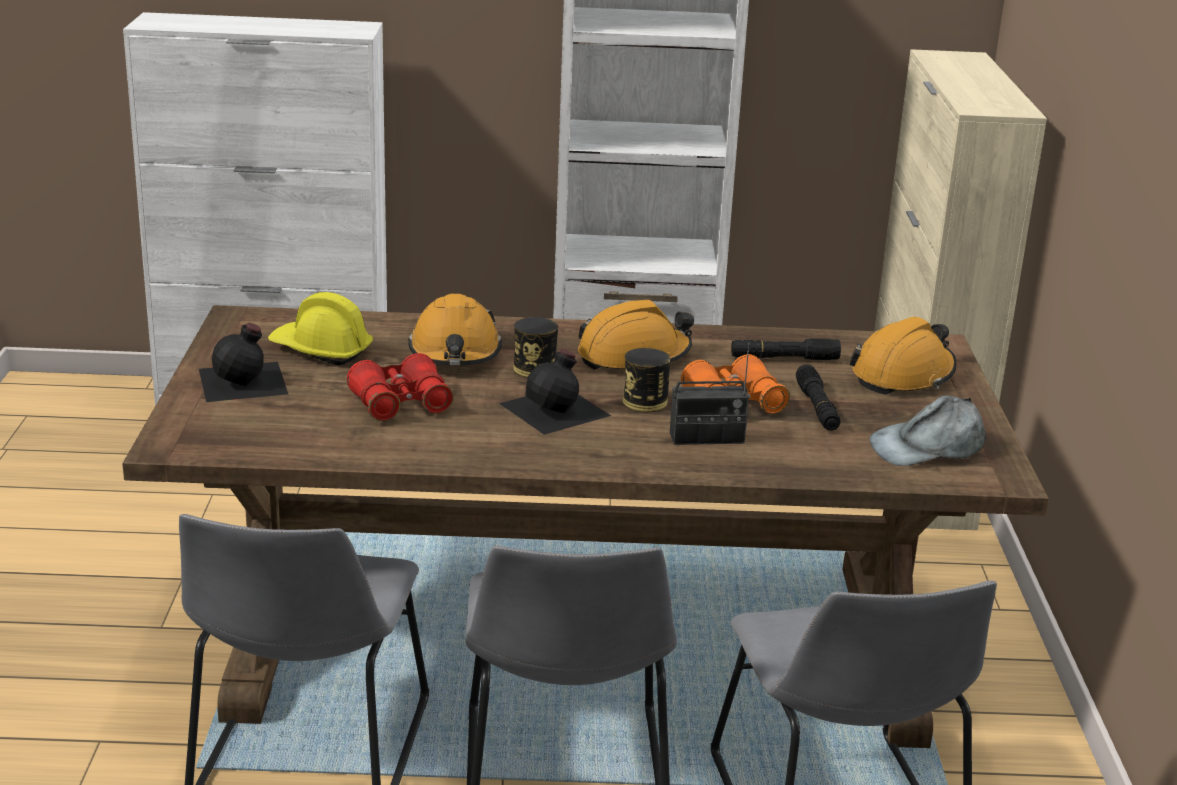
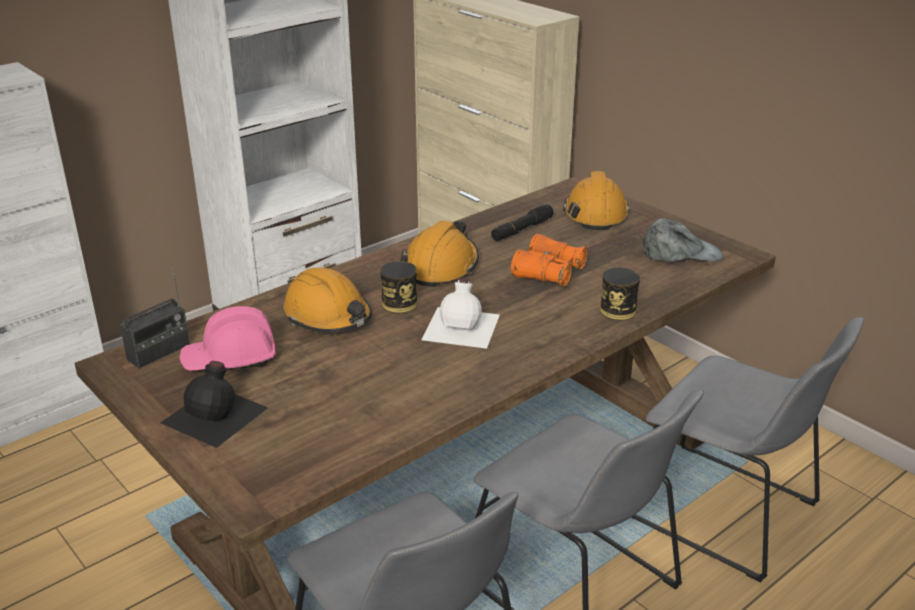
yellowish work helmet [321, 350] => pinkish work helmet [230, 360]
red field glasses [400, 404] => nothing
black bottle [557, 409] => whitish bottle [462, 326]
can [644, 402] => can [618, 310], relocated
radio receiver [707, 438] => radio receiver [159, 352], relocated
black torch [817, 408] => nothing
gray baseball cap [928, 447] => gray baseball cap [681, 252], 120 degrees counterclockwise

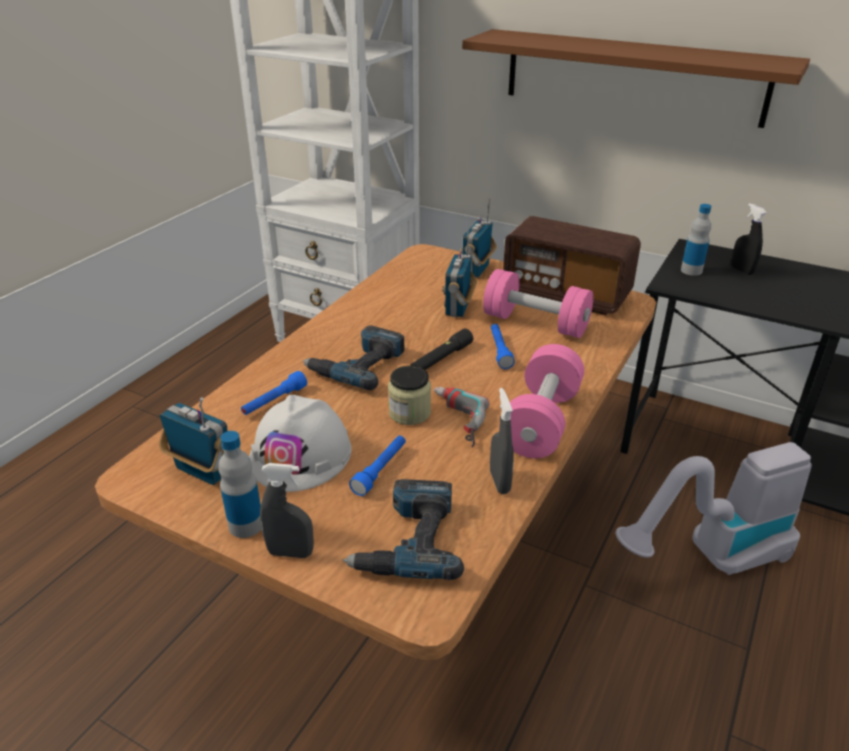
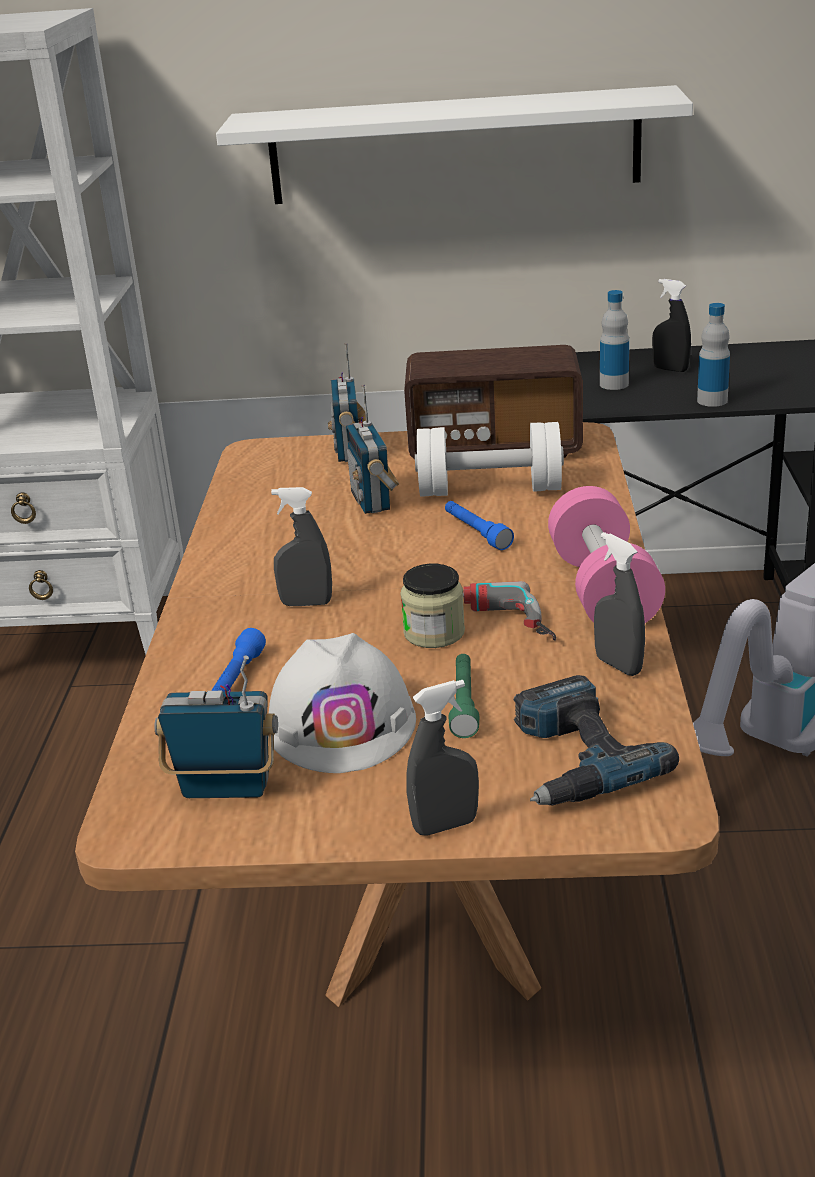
bottle [246, 525] => bottle [712, 401], relocated
electric drill [358, 365] => gray hand sprayer [306, 603]
bluish torch [380, 470] => green-coloured torch [464, 704]
black torch [441, 359] => nothing
brownish wall shelf [632, 77] => whitish wall shelf [454, 146]
pinkish free weight [536, 323] => whitish free weight [490, 490]

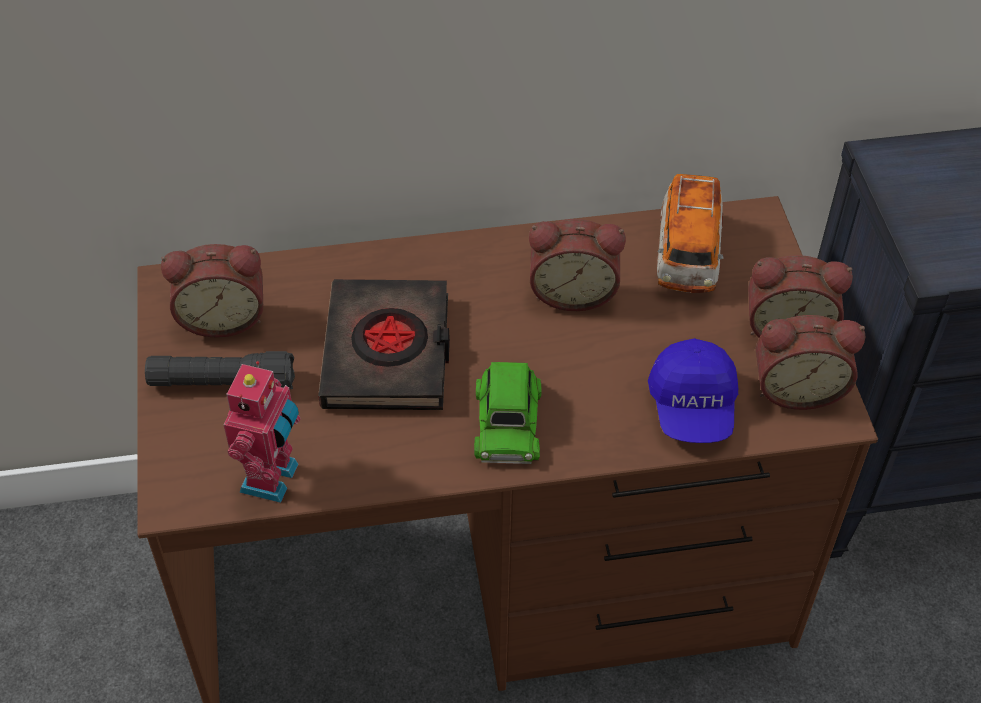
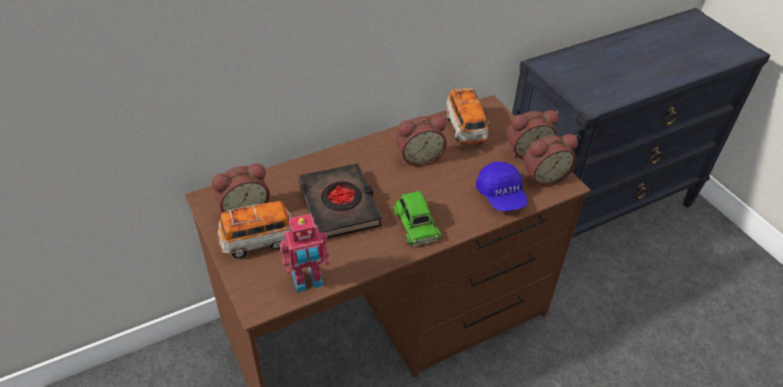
black torch [222, 383] => model car [258, 241]
toy robot [273, 479] => toy robot [308, 281], 75 degrees clockwise

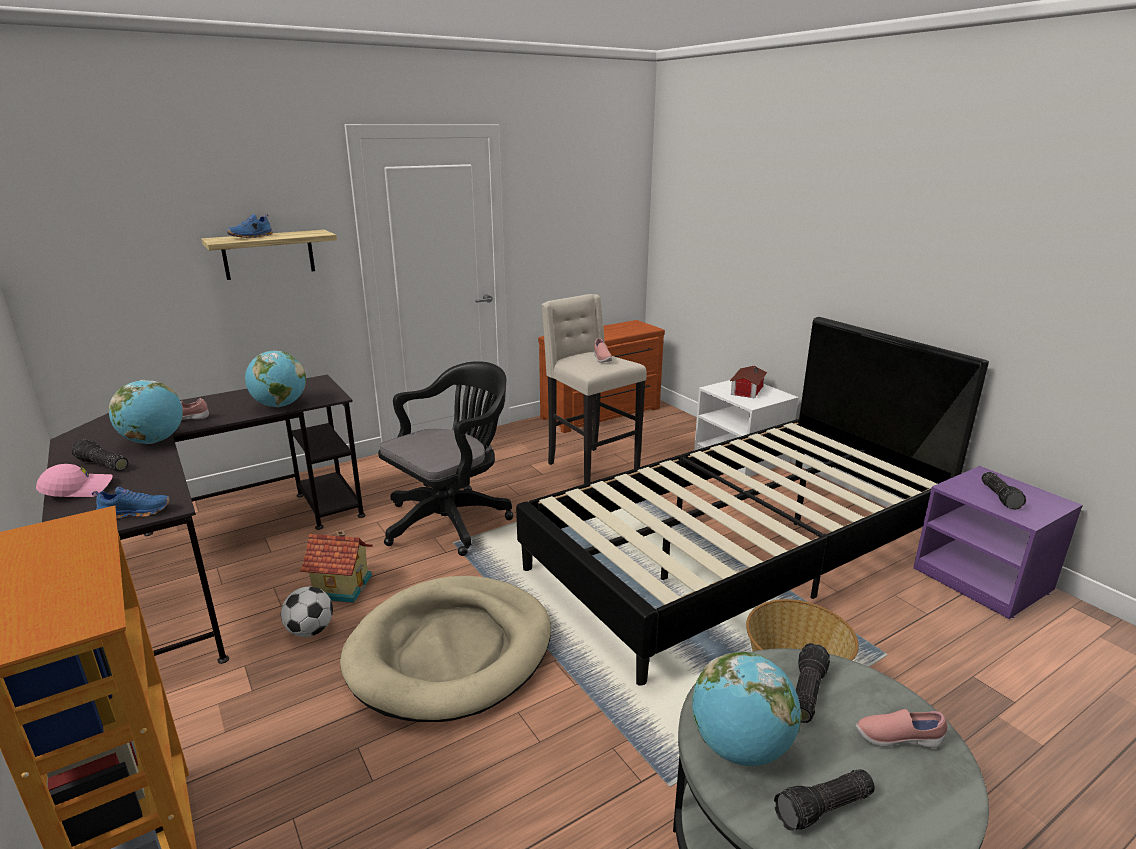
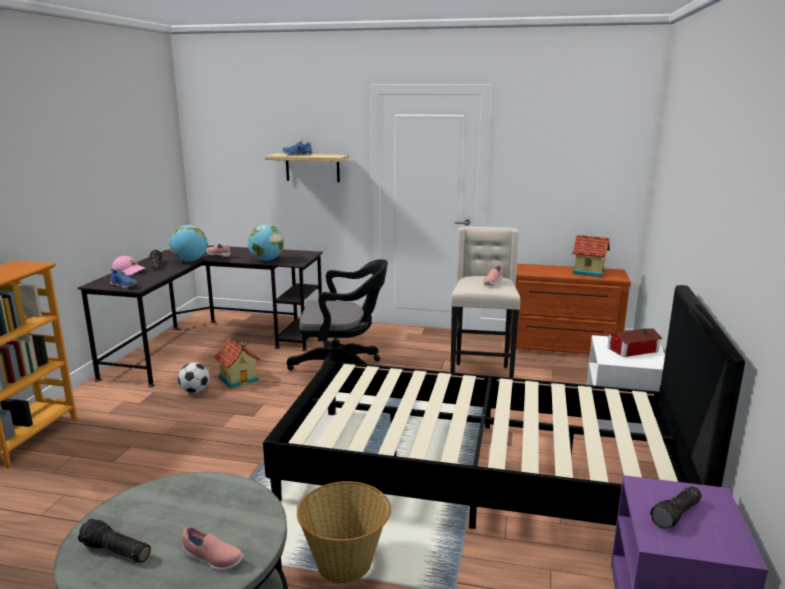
beige pet bed [451, 651] => nothing
desk globe [740, 747] => nothing
torch [805, 691] => nothing
pinkish shoe [897, 738] => pinkish shoe [212, 560], 150 degrees clockwise
nothing => miniature house [589, 271]

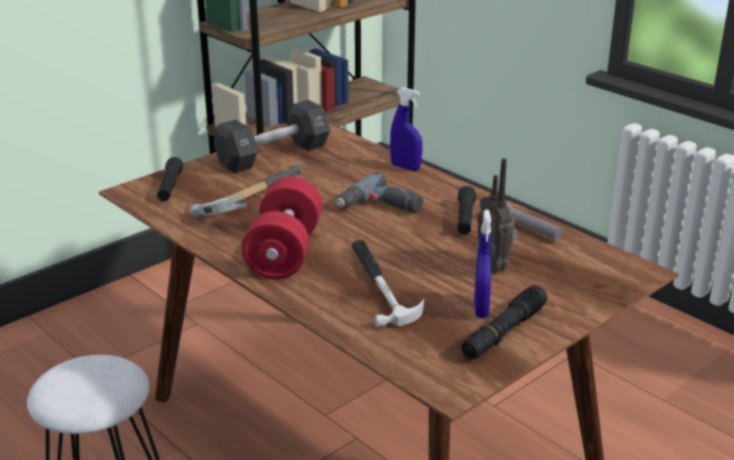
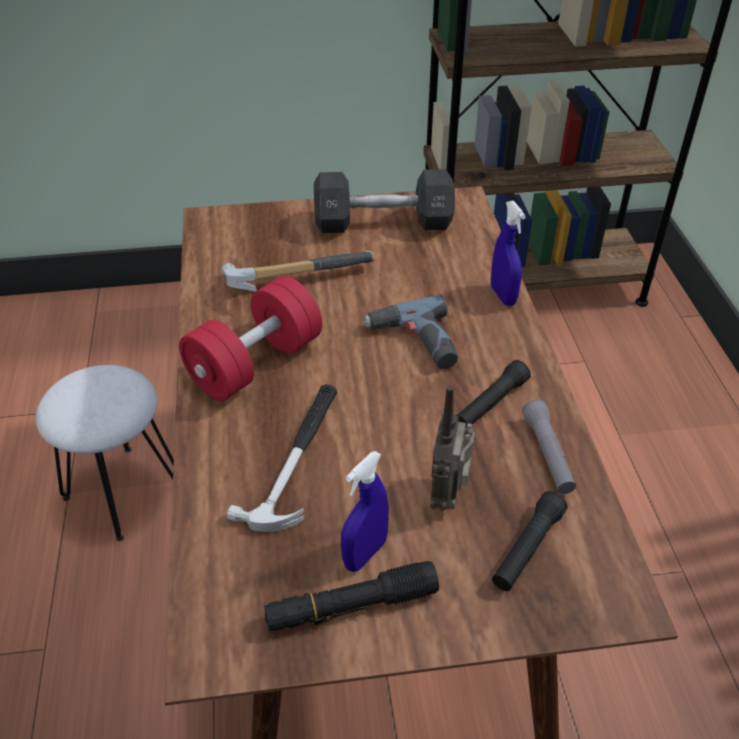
black torch [170, 187] => black torch [527, 549], relocated

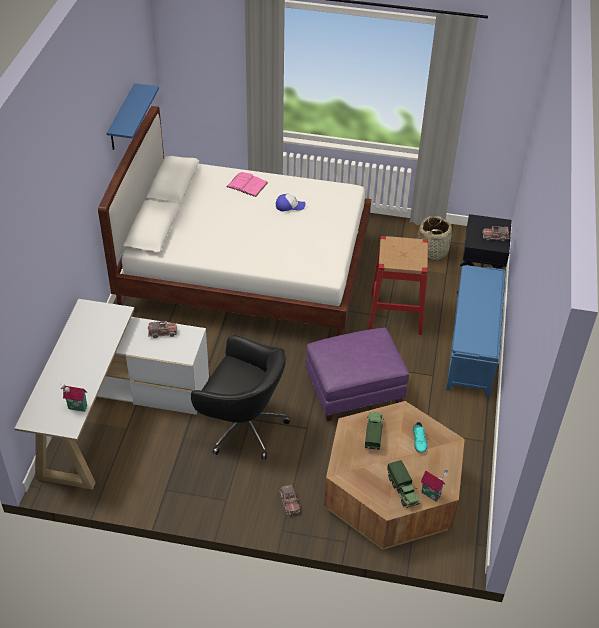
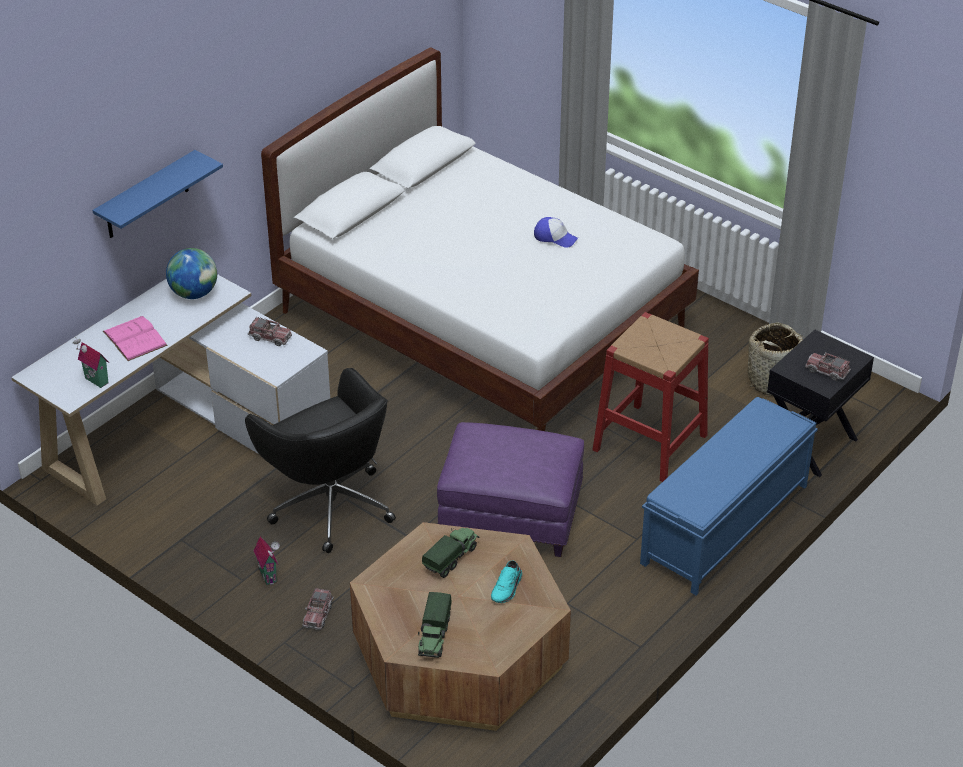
bluish wall shelf [122, 118] => bluish wall shelf [147, 196], relocated
pinkish volume [247, 184] => pinkish volume [135, 338], relocated
miniature house [431, 493] => miniature house [269, 575], relocated
nothing => desk globe [194, 293]

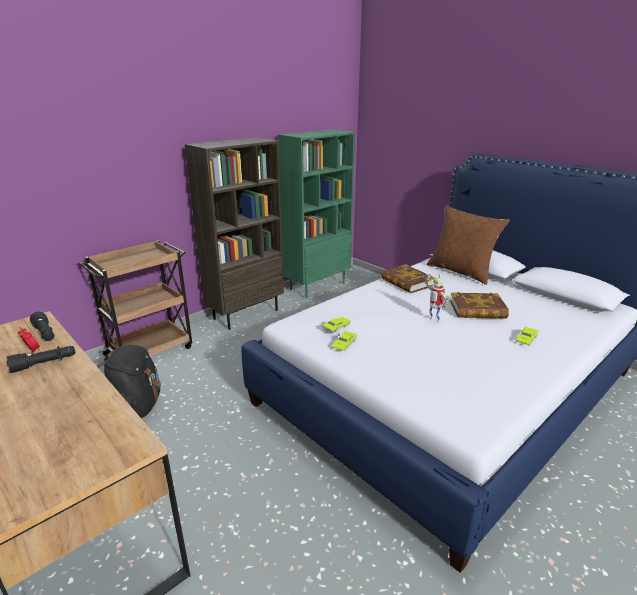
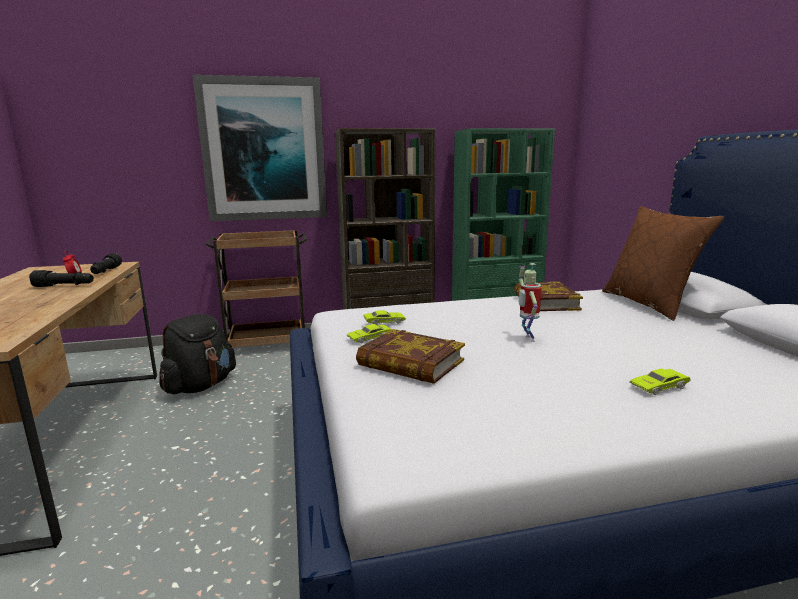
volume [477, 310] => volume [410, 363], relocated
nothing => wall art [264, 150]

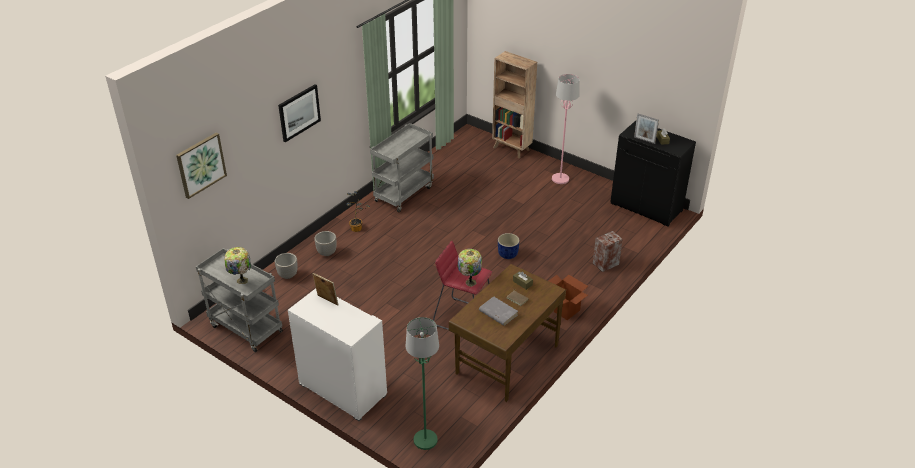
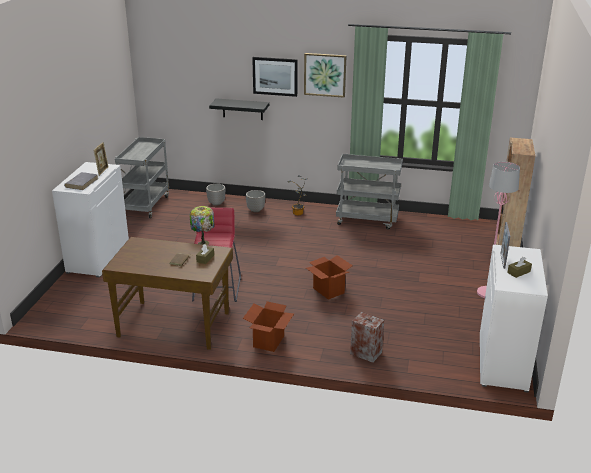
wall art [201, 165] => wall art [325, 74], relocated
lamp for a table [241, 281] => nothing
green-coloured standing lamp [425, 440] => nothing
gray volume [498, 313] => gray volume [81, 182], relocated
bluish flower pot [507, 254] => packing box [328, 290]
black storage cabinet [647, 207] => whitish storage cabinet [503, 362]
nothing => black wall shelf [242, 109]

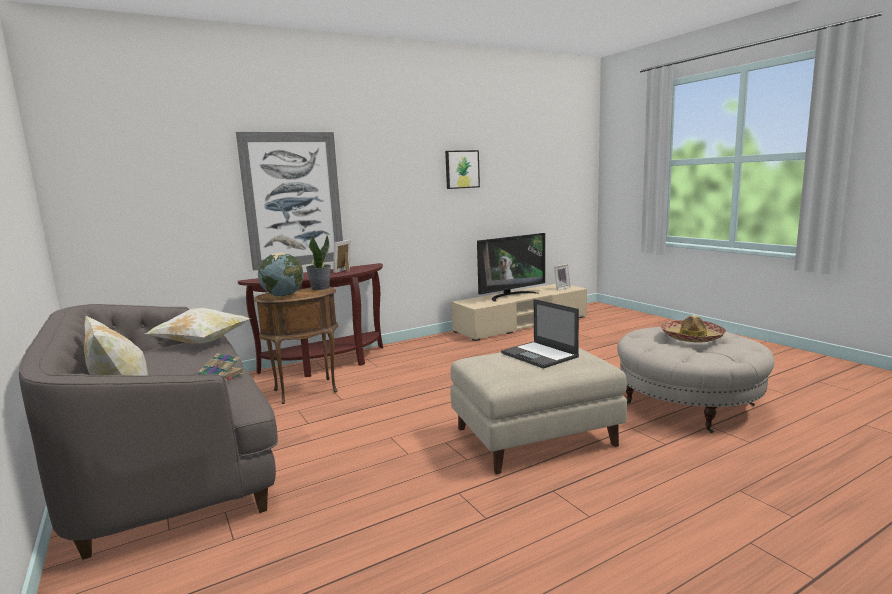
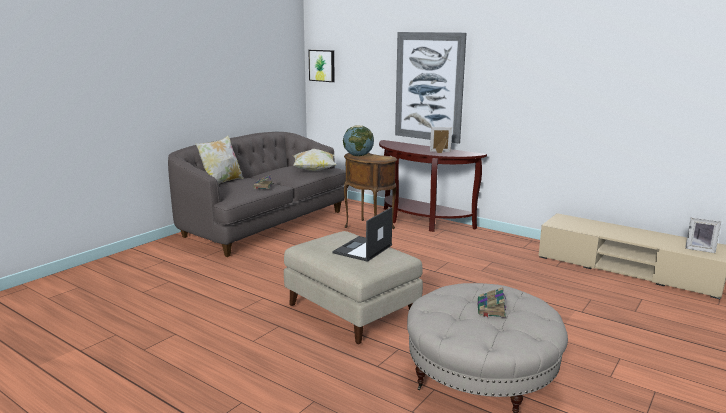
plant in a pot [320, 288] => nothing
wall art [461, 169] => wall art [322, 65], relocated
TV [511, 296] => nothing
clothing hat [692, 337] => volume [491, 309]

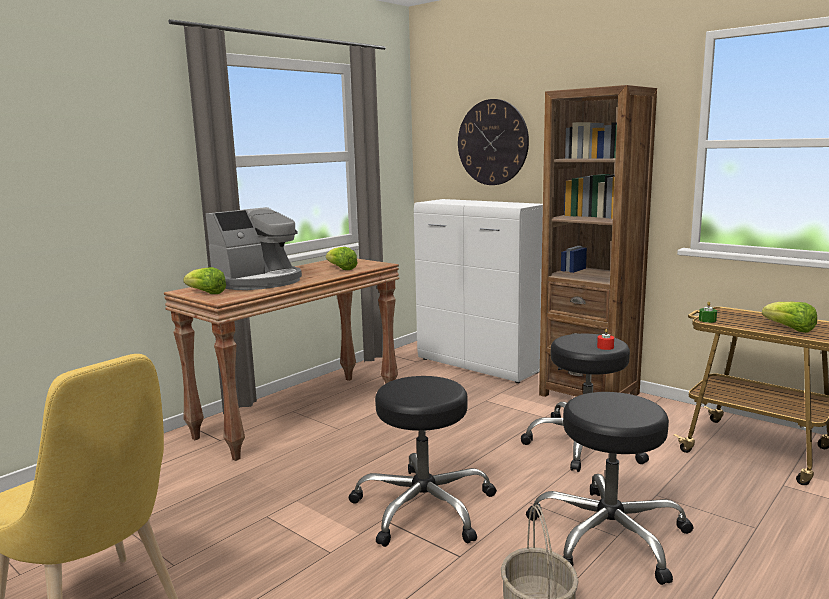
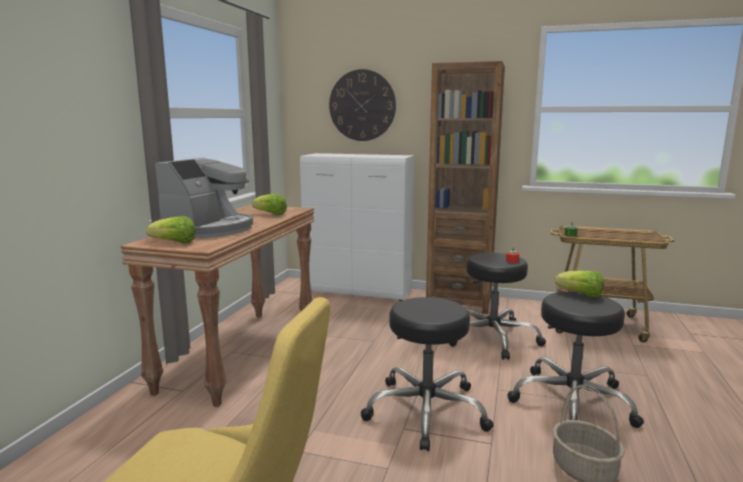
lettuce [789, 329] => lettuce [580, 295], relocated

